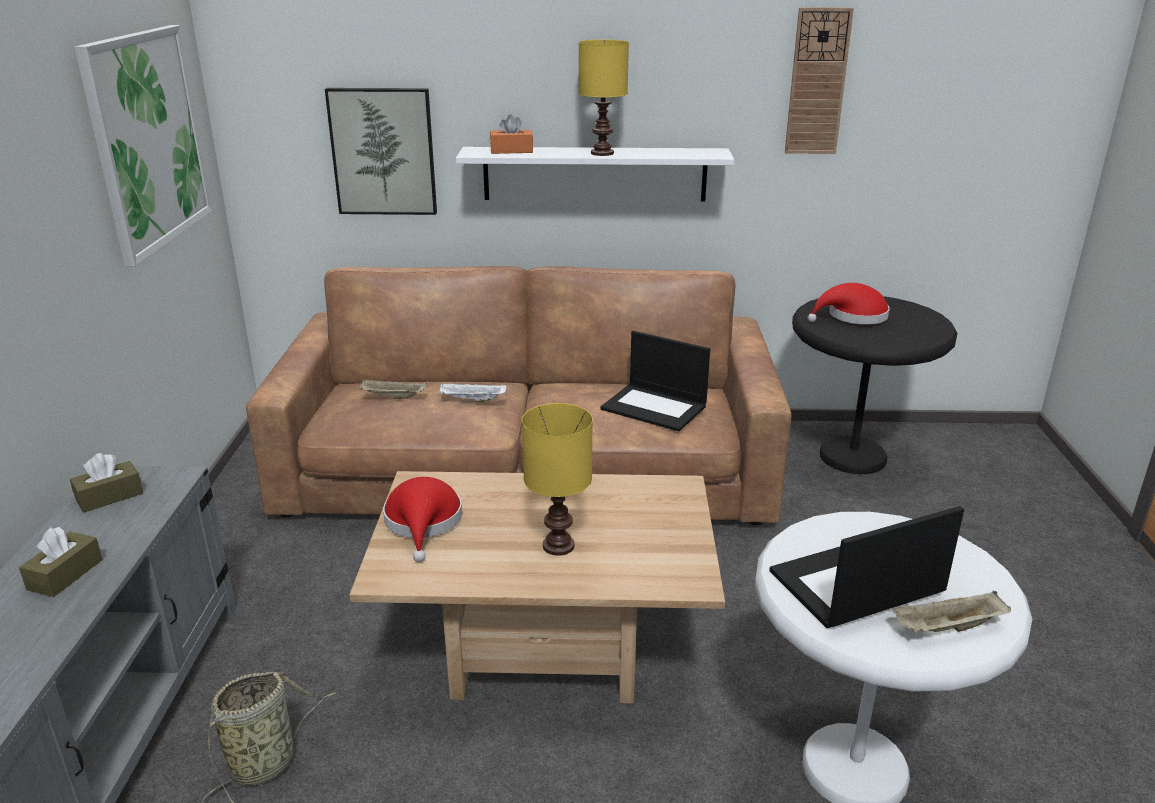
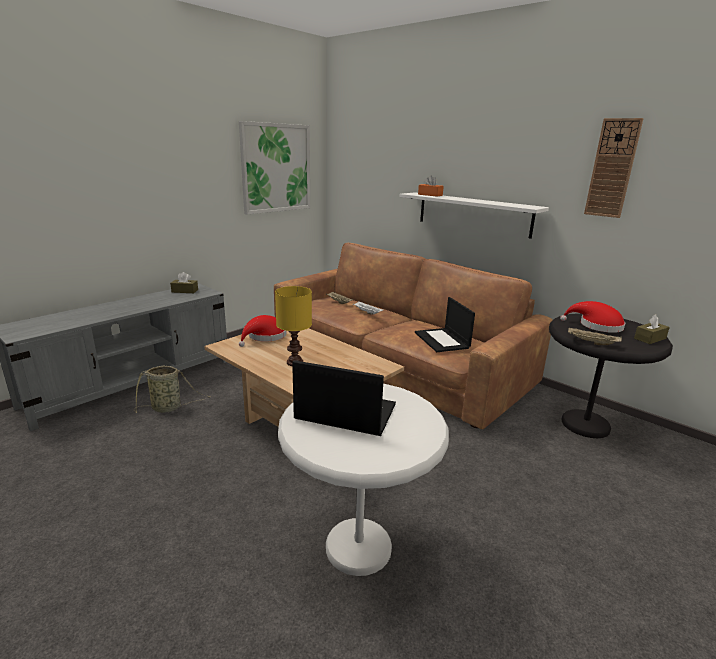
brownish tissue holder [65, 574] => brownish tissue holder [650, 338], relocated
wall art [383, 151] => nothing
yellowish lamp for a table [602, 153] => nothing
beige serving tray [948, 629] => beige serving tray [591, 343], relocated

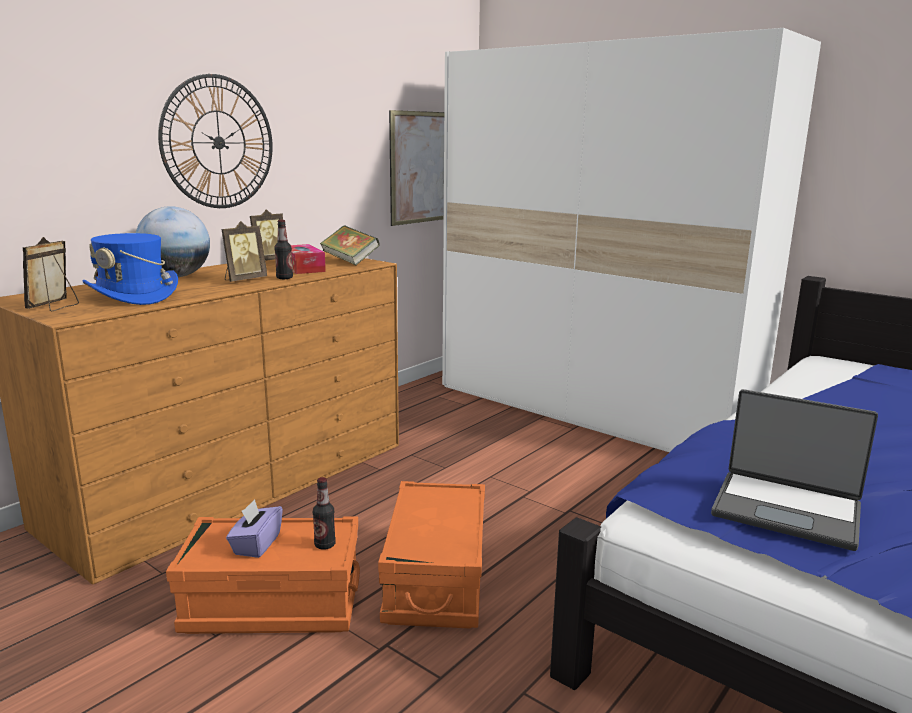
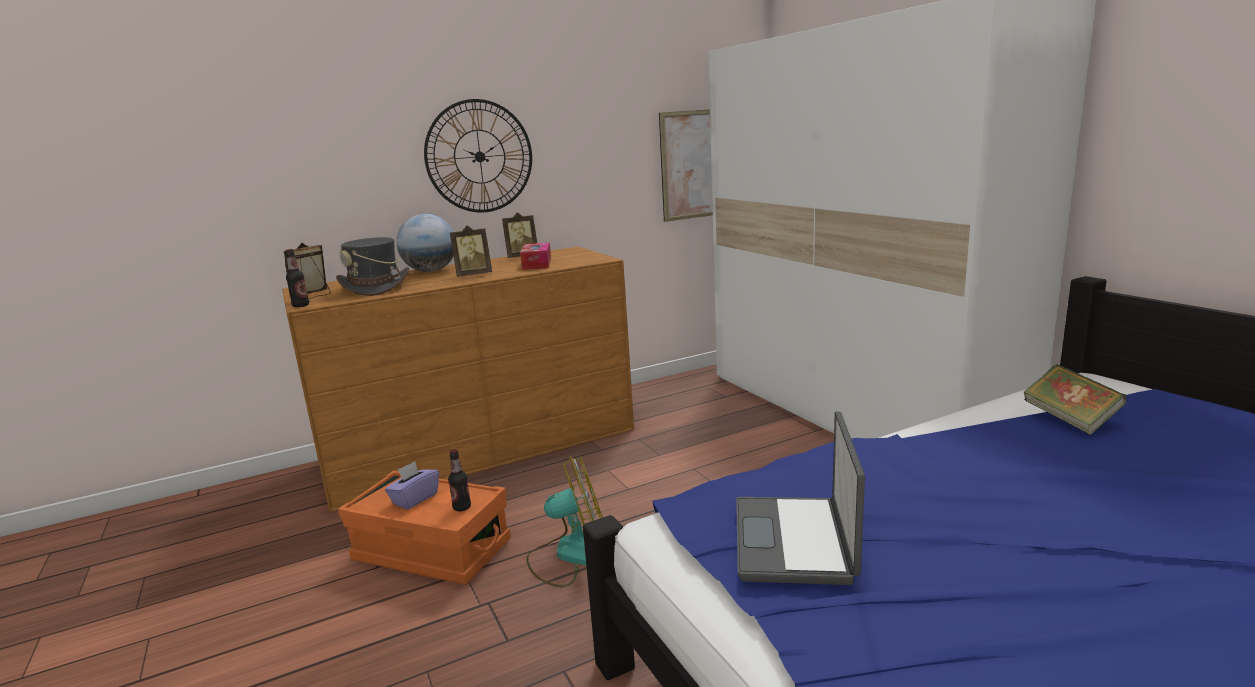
bluish clothing hat [133, 295] => gray clothing hat [376, 287]
bottle [284, 278] => bottle [301, 305], relocated
volume [350, 261] => volume [1070, 420], relocated
orange-coloured storage bin [436, 579] => electric fan [570, 555]
portable computer [786, 510] => portable computer [795, 541], 45 degrees clockwise

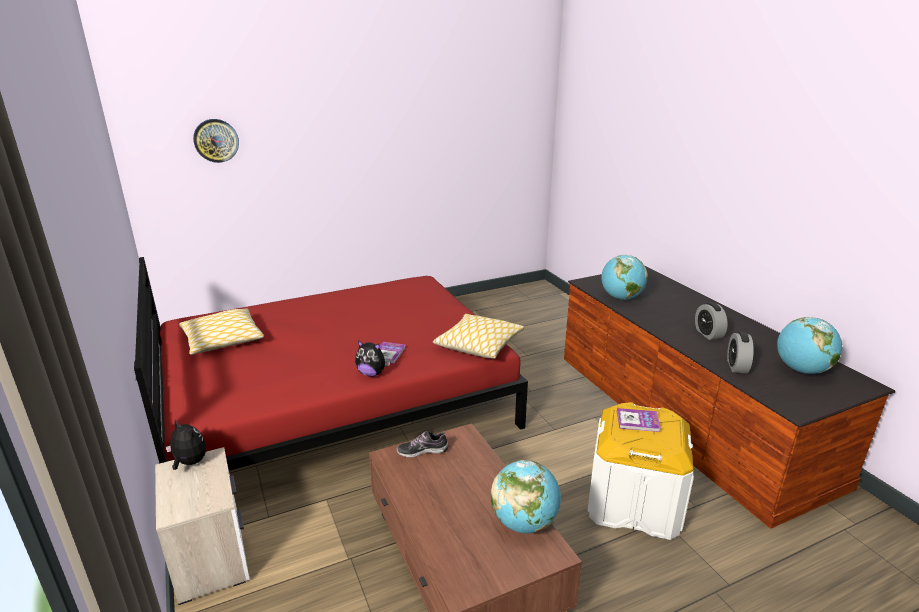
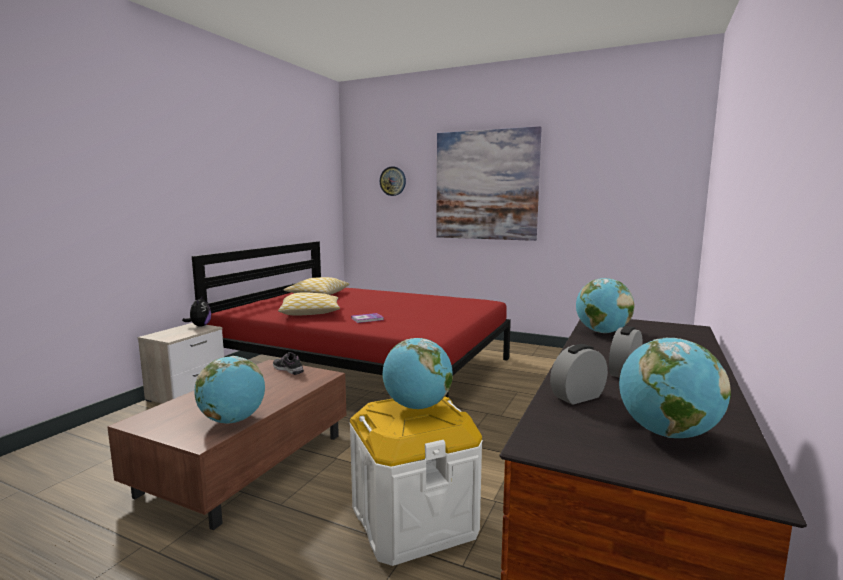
plush toy [372, 373] => nothing
throw pillow [478, 345] => throw pillow [310, 313], relocated
volume [638, 421] => desk globe [417, 407]
nothing => wall art [486, 185]

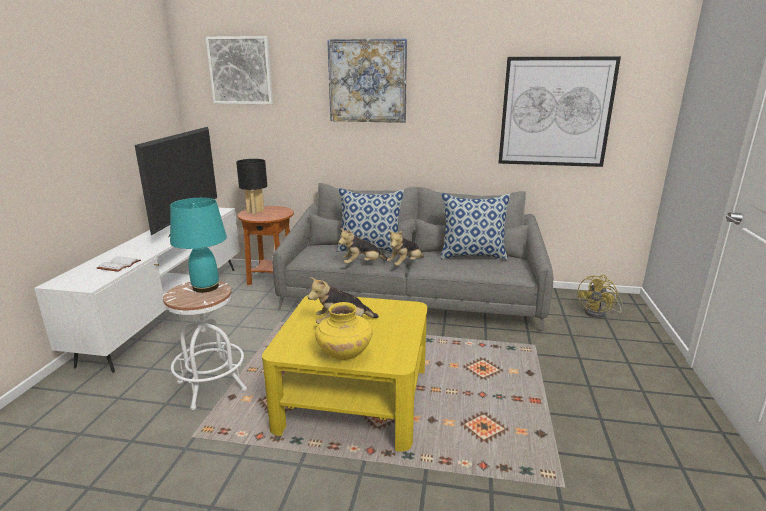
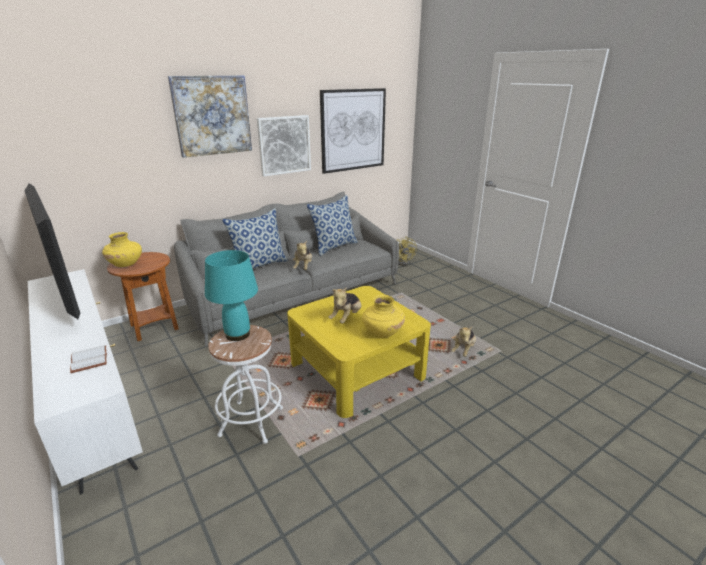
wall art [240, 70] => wall art [284, 145], relocated
black lamp for a table [256, 211] => yellowish vase [126, 264]
plush toy [362, 264] => plush toy [463, 350], relocated

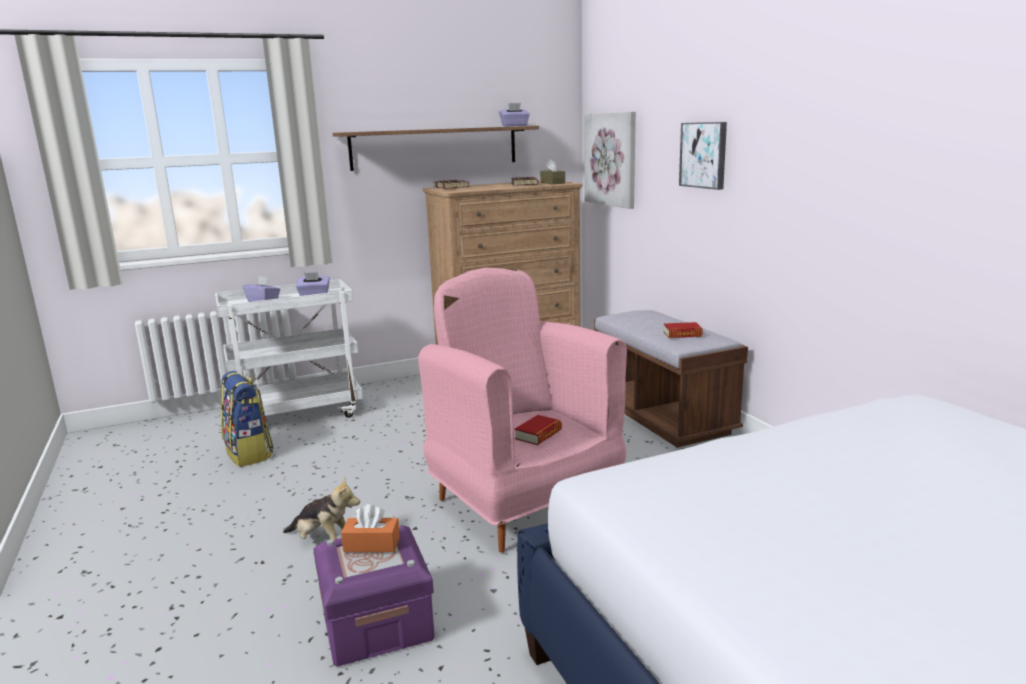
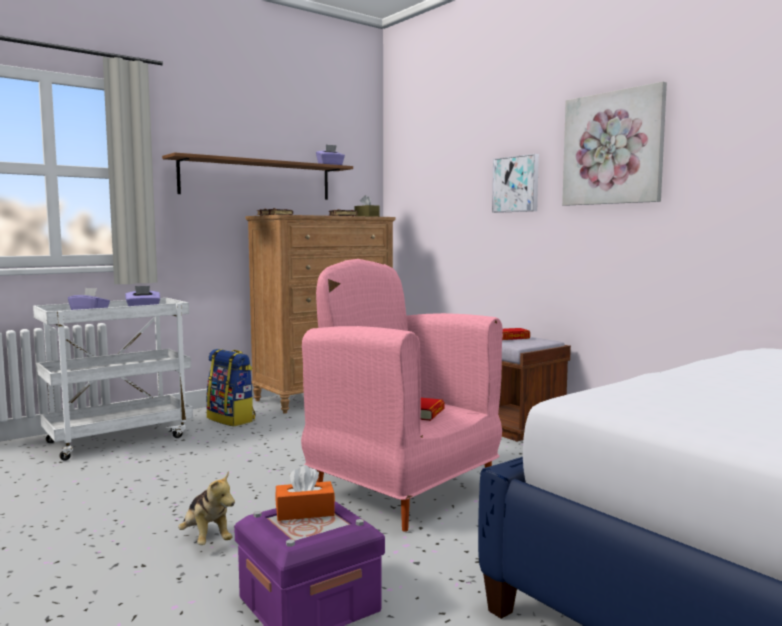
backpack [250, 453] => backpack [232, 419], relocated
plush toy [323, 540] => plush toy [206, 539], 45 degrees clockwise
wall art [611, 159] => wall art [613, 148], relocated

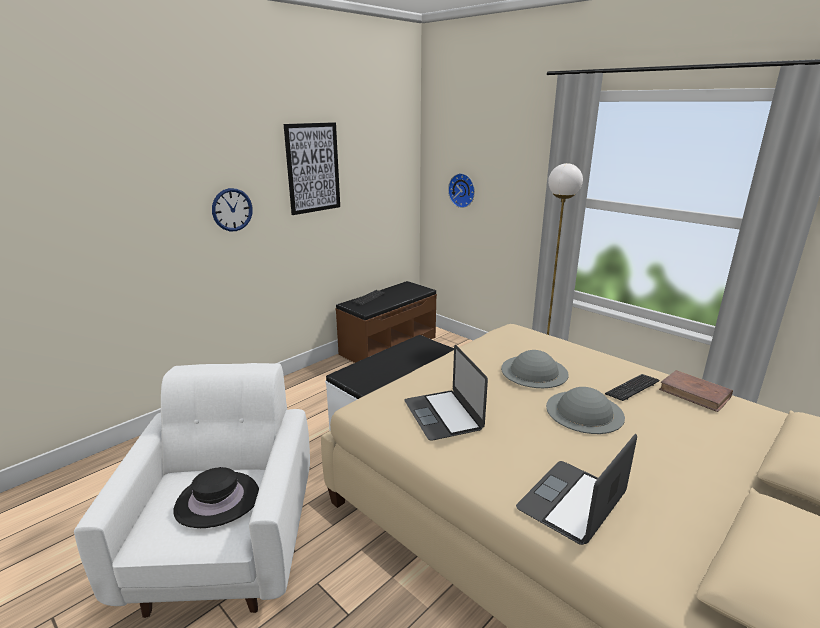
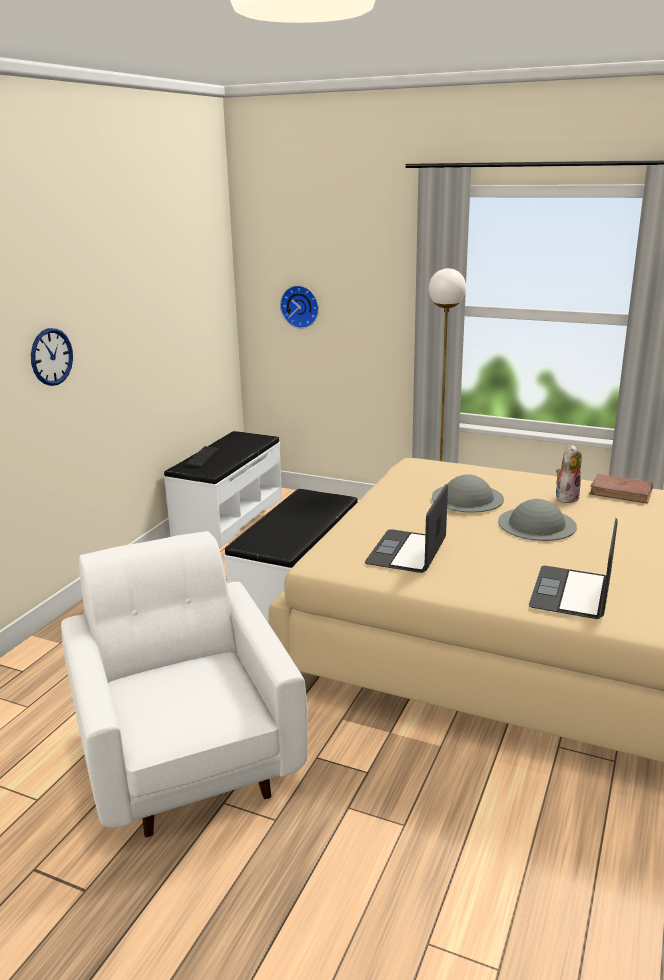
black clothing hat [217, 501] => nothing
wall art [313, 168] => nothing
brownish indoor bench [388, 345] => whitish indoor bench [228, 517]
portable computer [443, 414] => portable computer [407, 551], 60 degrees clockwise
PC keyboard [632, 388] => plush toy [566, 497]

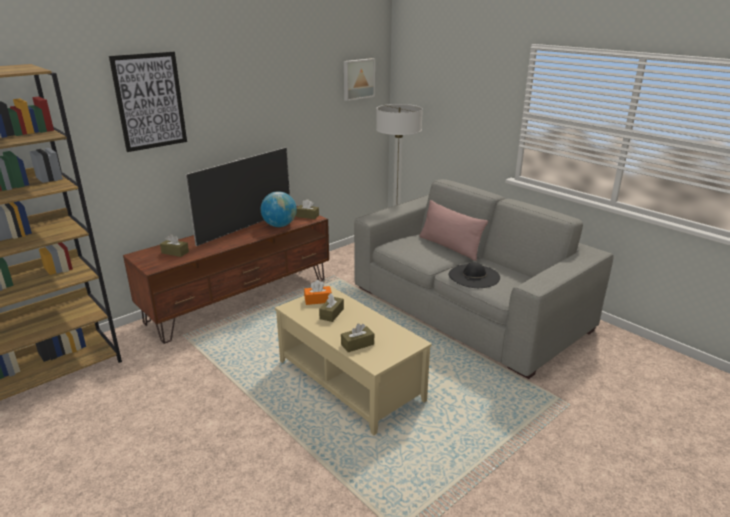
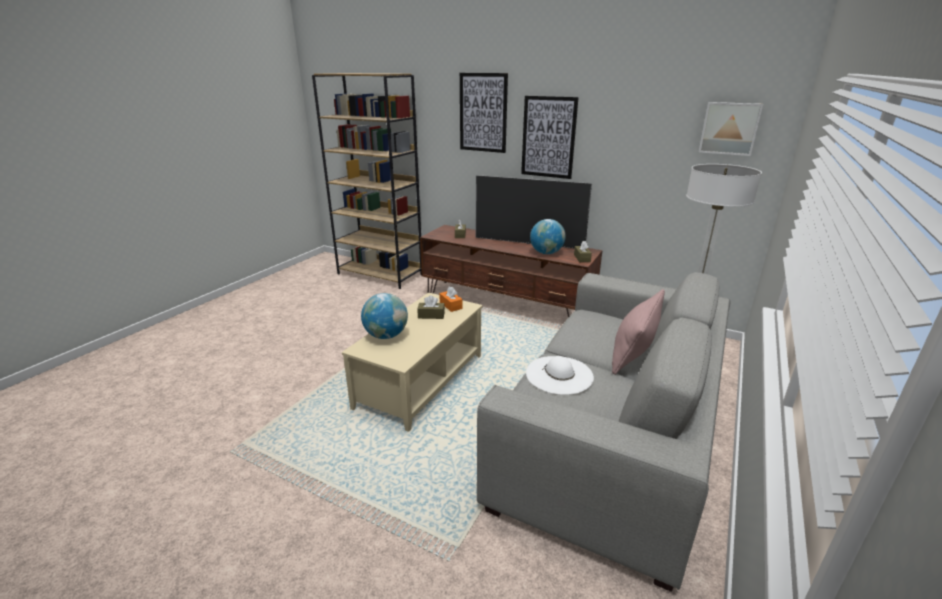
brownish tissue holder [357, 344] => desk globe [386, 335]
black clothing hat [474, 276] => whitish clothing hat [559, 375]
nothing => wall art [548, 137]

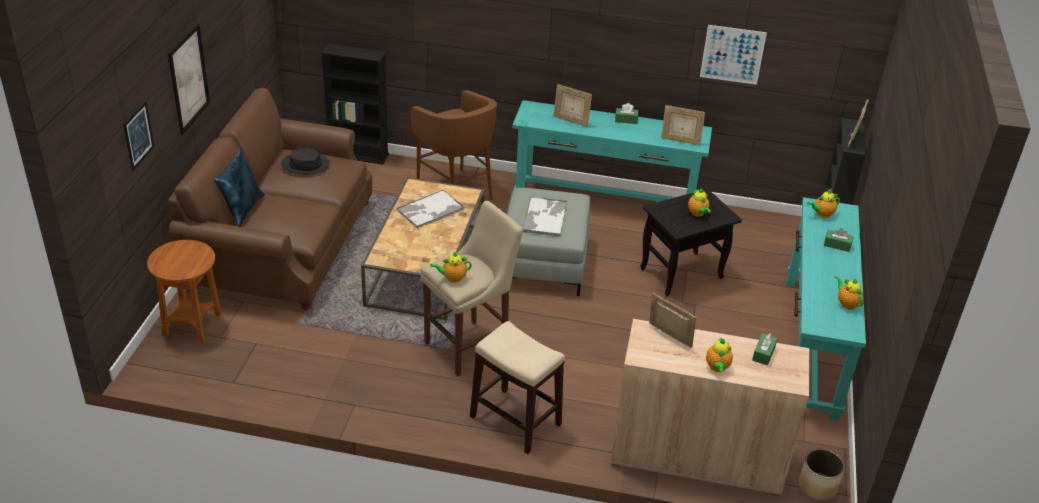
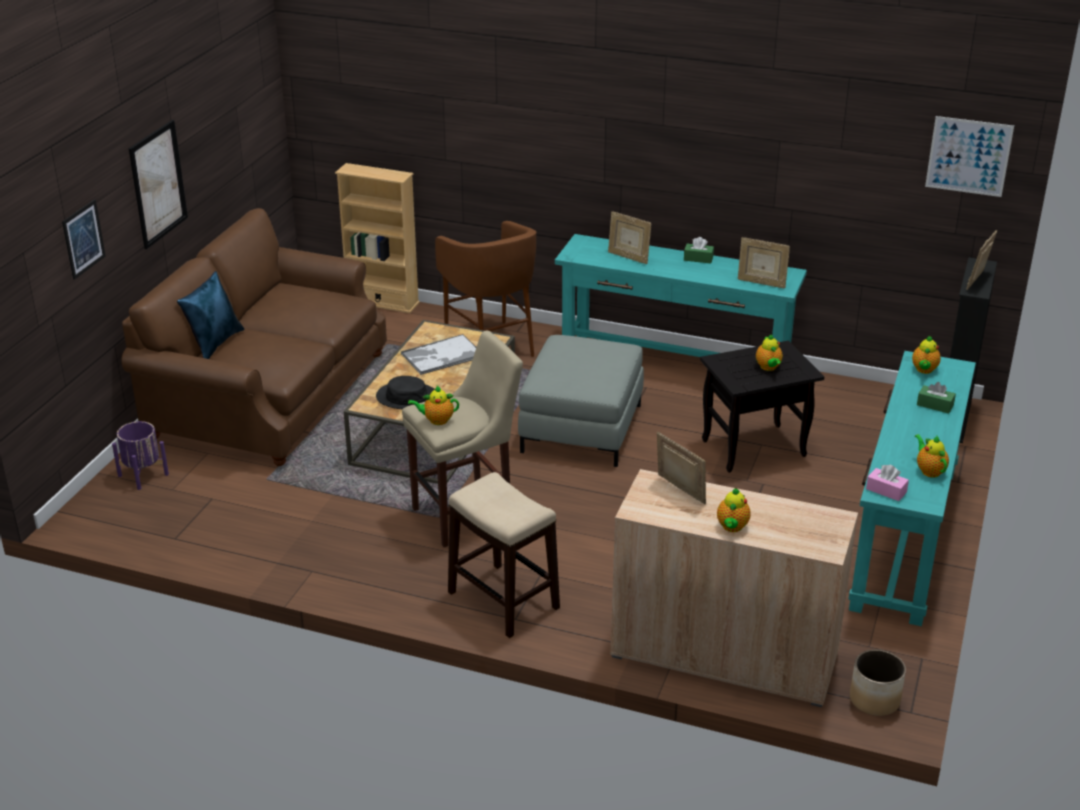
brownish accent table [192, 325] => purplish flower pot [143, 475]
black clothing hat [305, 164] => black clothing hat [407, 397], relocated
black shelving unit [358, 155] => beige shelving unit [382, 302]
serving tray [545, 217] => nothing
wall art [732, 54] => wall art [968, 156], relocated
green-coloured tissue holder [763, 354] => nothing
pot for tea [822, 214] => pot for tea [924, 370], 60 degrees counterclockwise
nothing => pinkish tissue holder [886, 490]

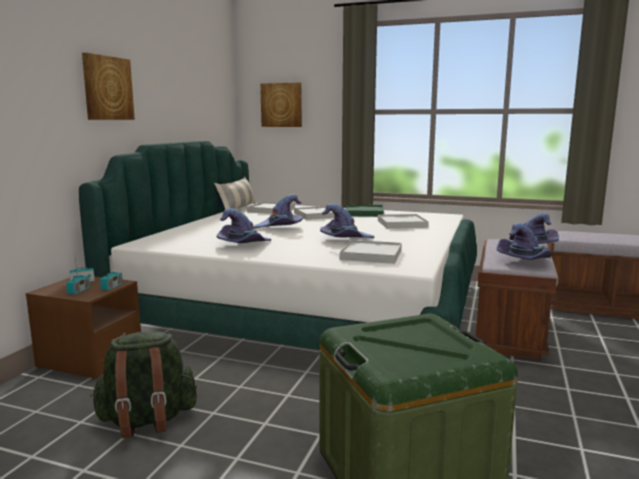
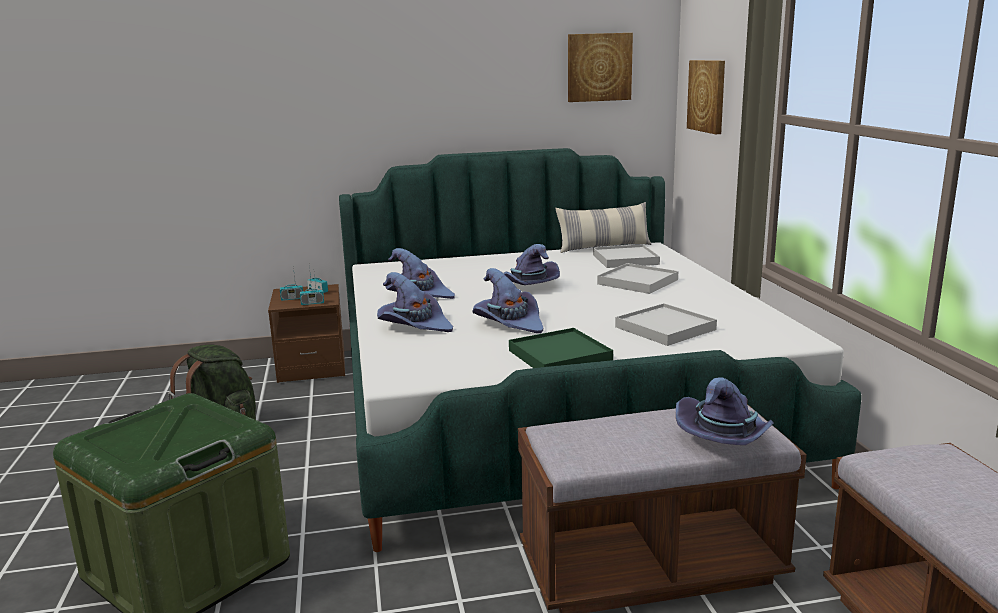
wall art [107, 88] => wall art [599, 67], relocated
whitish serving tray [371, 255] => nothing
green-coloured serving tray [364, 213] => green-coloured serving tray [559, 356], relocated
purplish clothing hat [524, 261] => purplish clothing hat [414, 325], relocated

